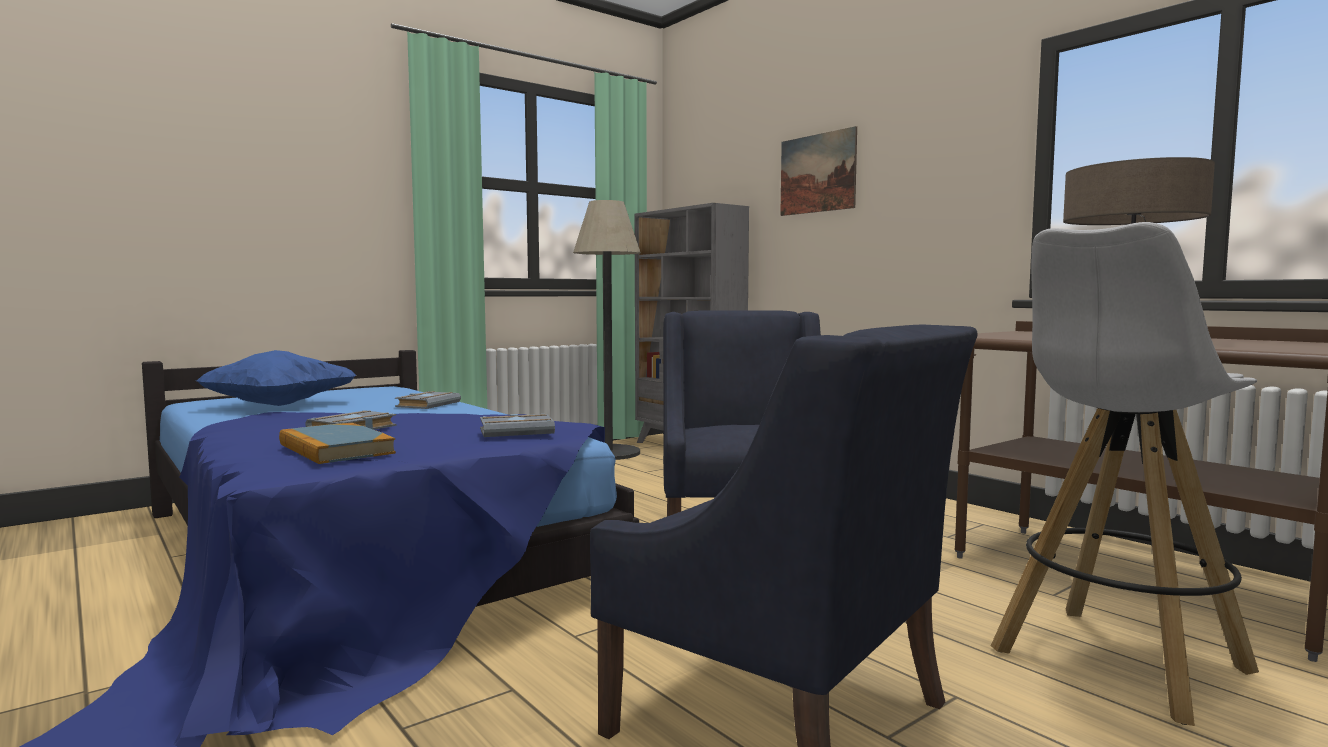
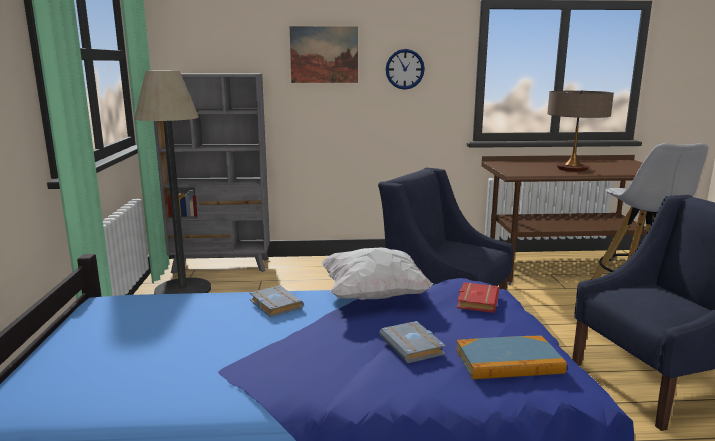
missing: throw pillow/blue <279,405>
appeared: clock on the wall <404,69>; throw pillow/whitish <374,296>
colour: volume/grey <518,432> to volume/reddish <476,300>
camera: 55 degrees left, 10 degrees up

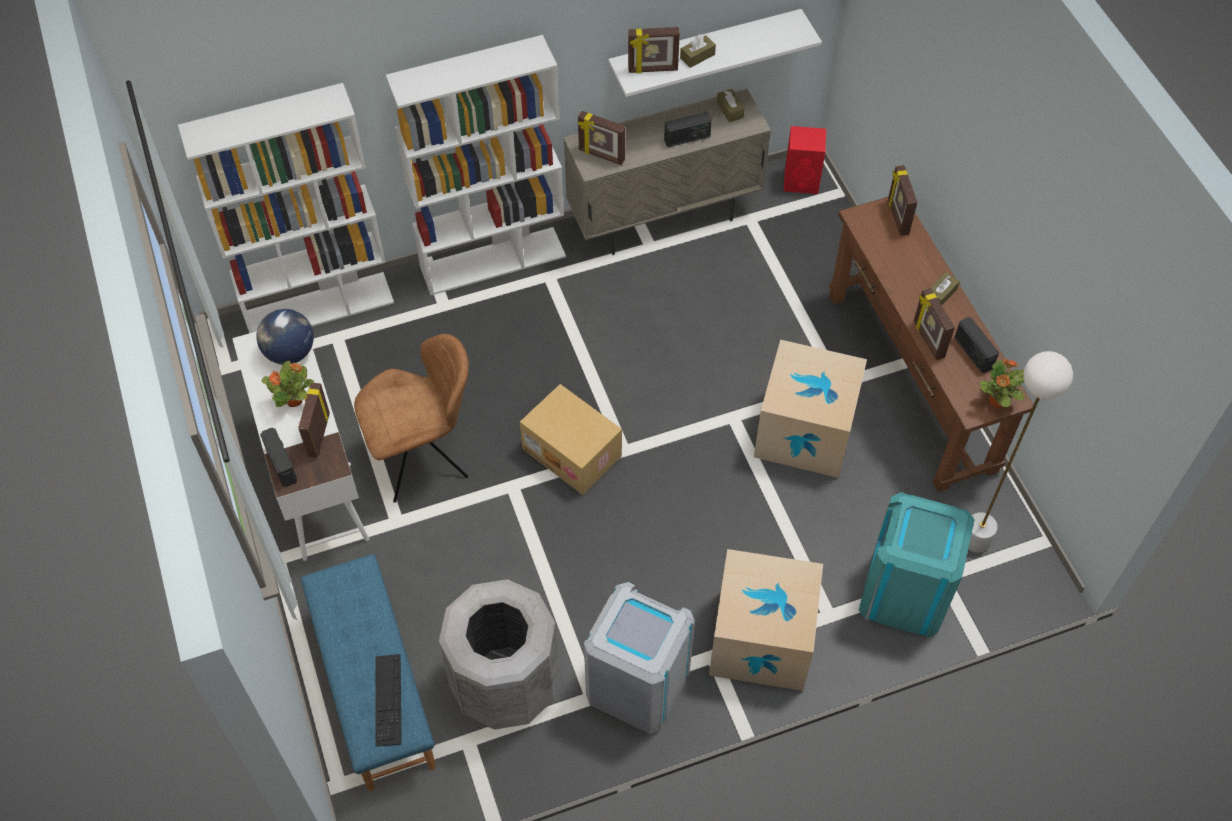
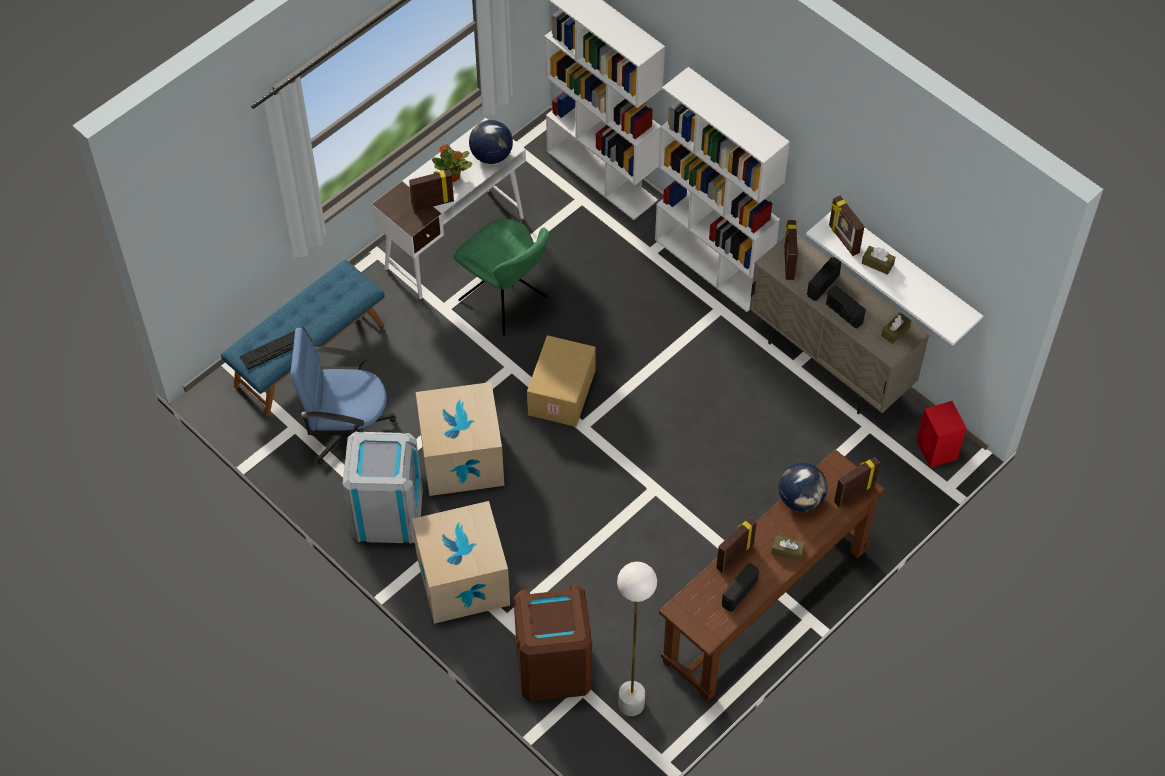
missing: plant in a pot <996,402>
appeared: world globe <800,499>
relocated: cardboard box <804,432> to <462,458>; radio receiver <282,464> to <823,285>
exchanged: trash can/grey <505,685> to desk chair/blue <347,431>
colour: chair/brown-coloured <423,458> to chair/green <505,301>; trash can/turquoise-coloured <905,593> to trash can/brown-coloured <553,667>
camera: 65 degrees right, 0 degrees up

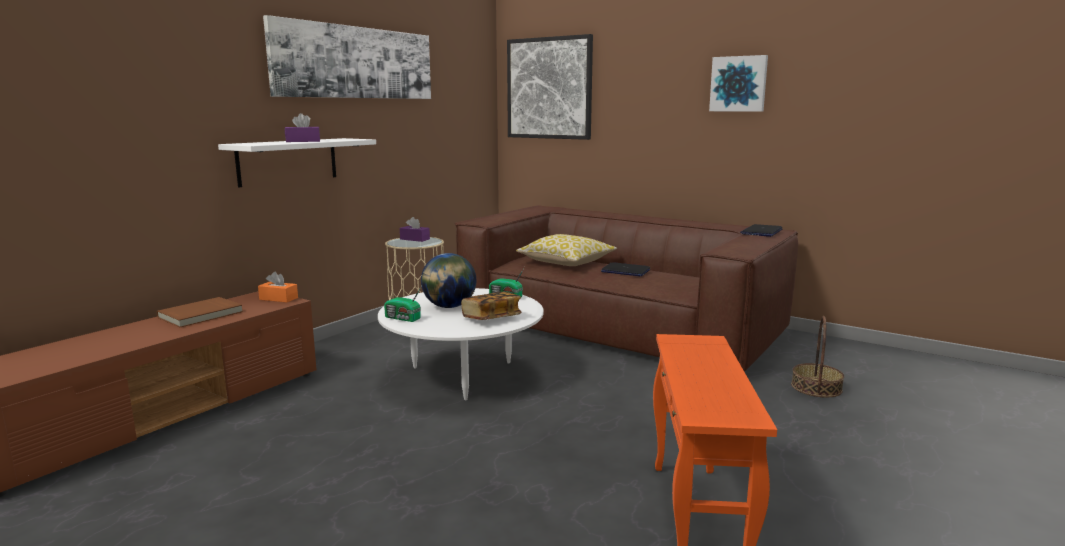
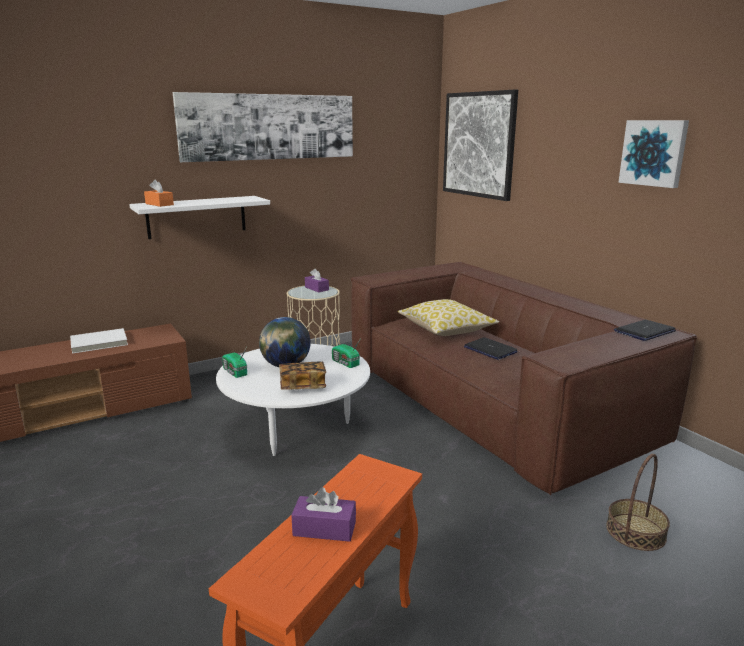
relocated: tissue box/purple <303,141> to <324,529>; tissue box/orange <278,298> to <159,204>
colour: volume/brown-coloured <201,315> to volume/whitish <99,343>
camera: 25 degrees right, 5 degrees up

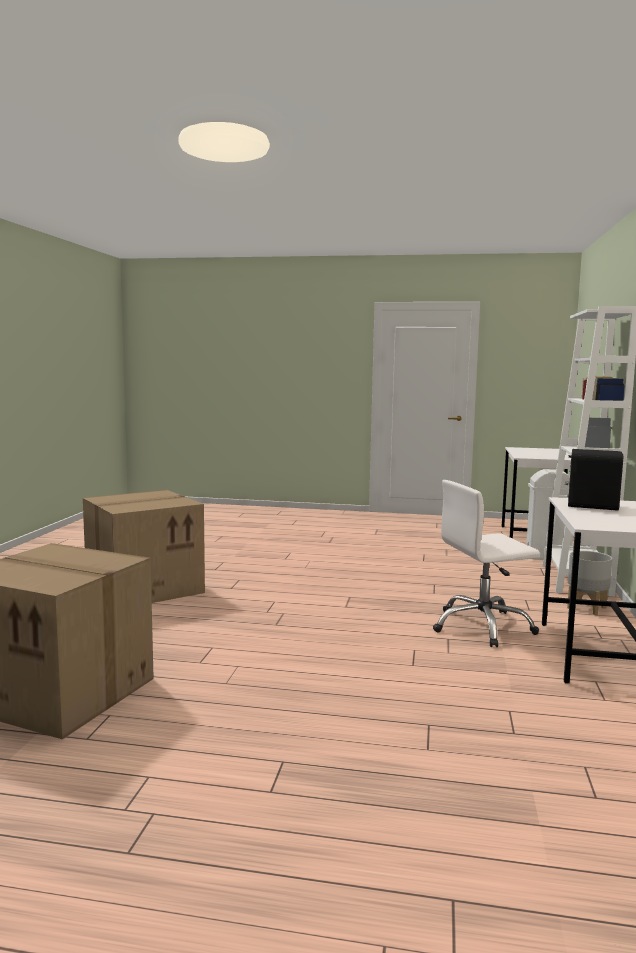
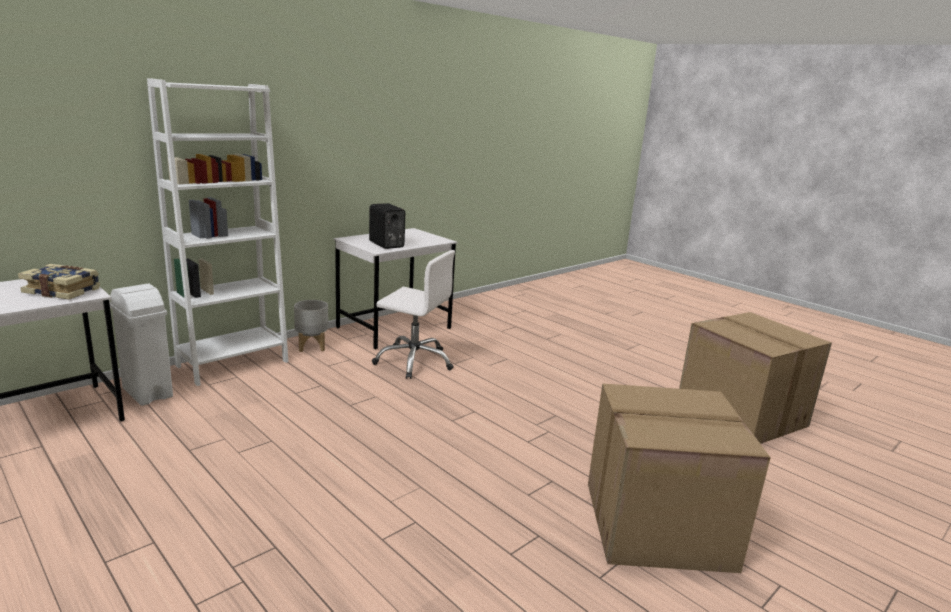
appeared: volume <63,291>
camera: 145 degrees left, 10 degrees up

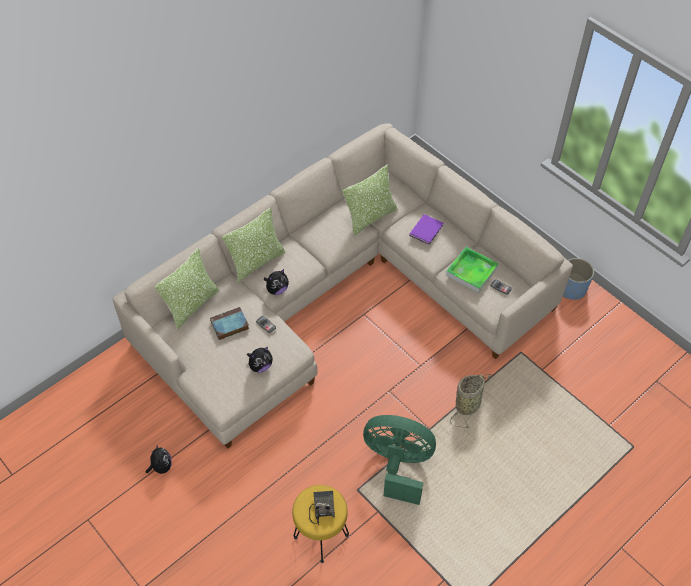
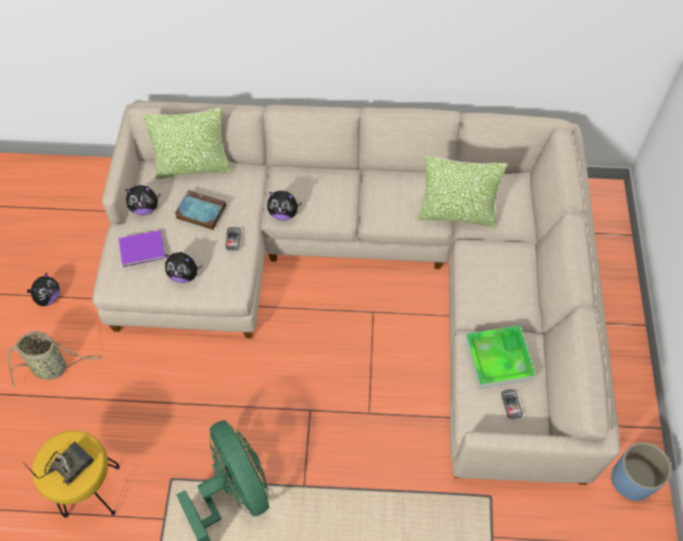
missing: throw pillow <257,262>
appeared: cuddly toy <145,208>
relocated: volume/purple <427,230> to <143,250>; basket <468,404> to <53,368>
camera: 45 degrees right, 5 degrees up

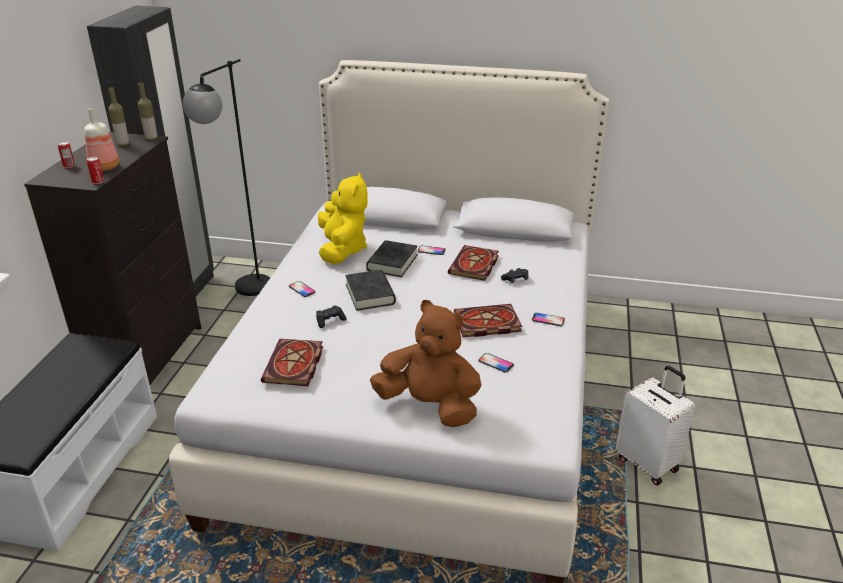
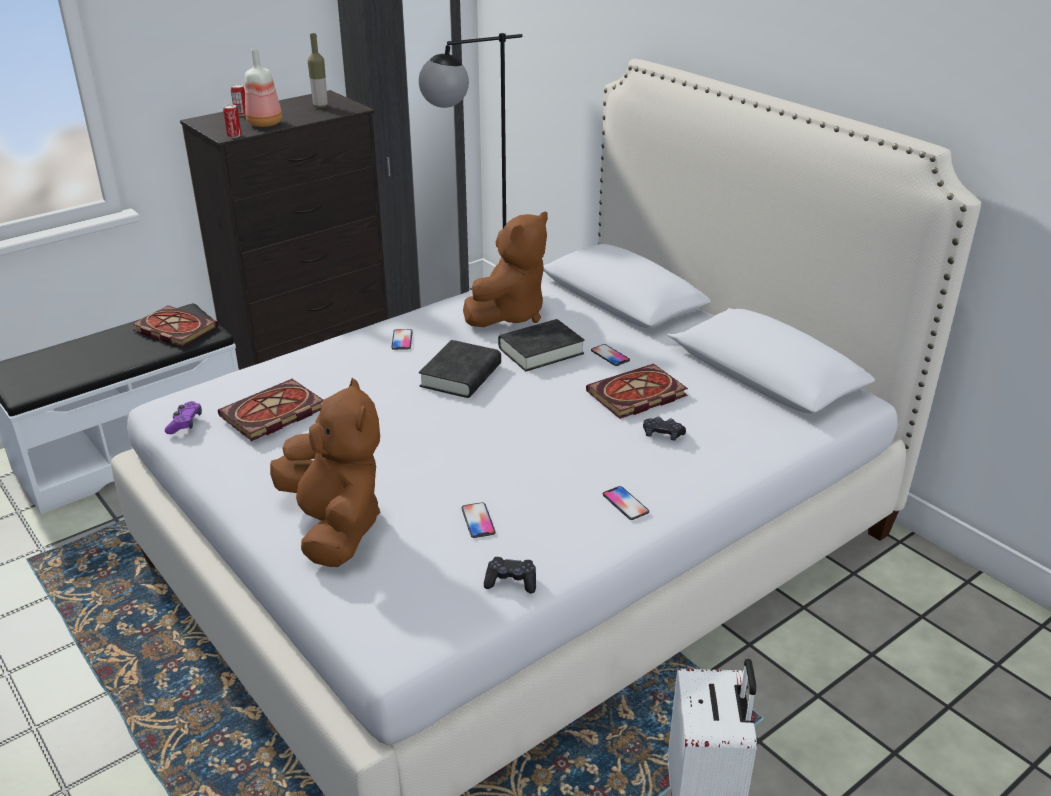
missing: bottle <151,139>
appeared: game controller/purple <185,423>
relocated: volume <485,324> to <173,329>; game controller/black-coloured <330,320> to <511,582>
colour: cuddly toy/yellowish <342,250> to cuddly toy/brown-coloured <509,314>
camera: 40 degrees right, 0 degrees up

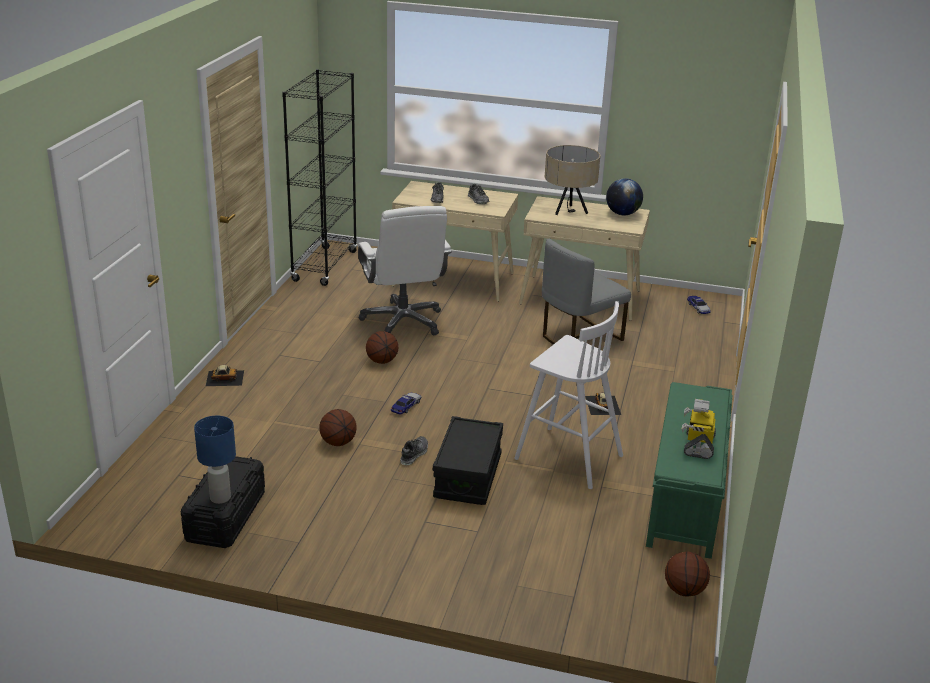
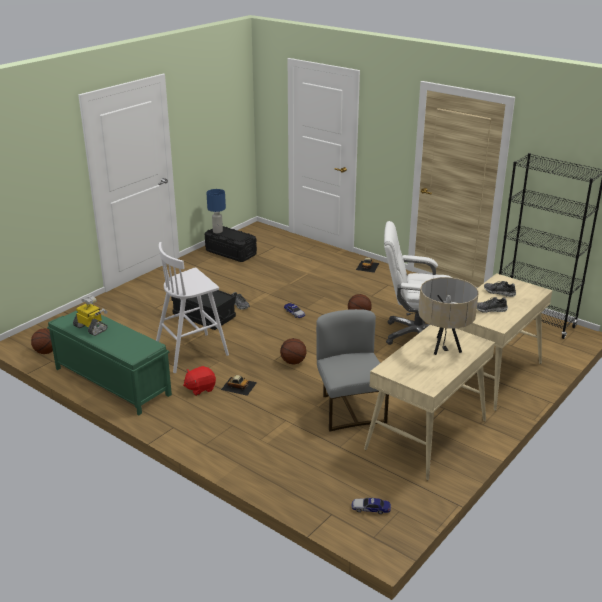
missing: world globe <622,214>
appeared: cuddly toy/reddish <200,388>
relocated: ball for basketball <338,442> to <293,362>
camera: 115 degrees right, 0 degrees up

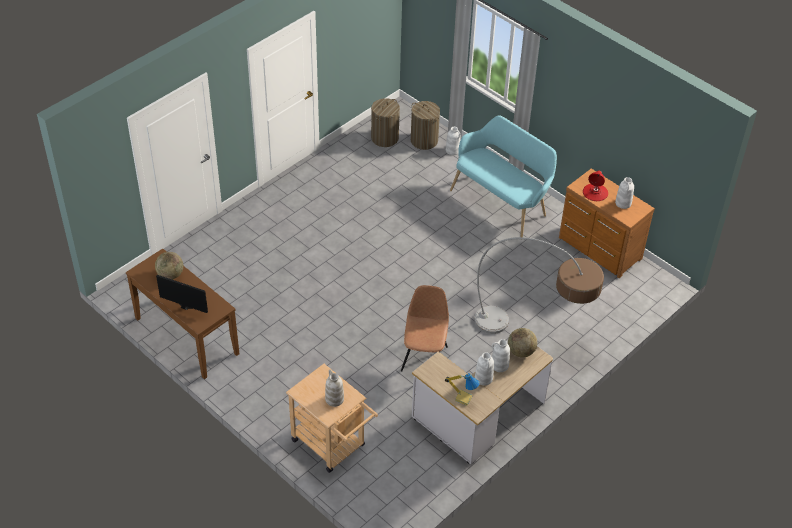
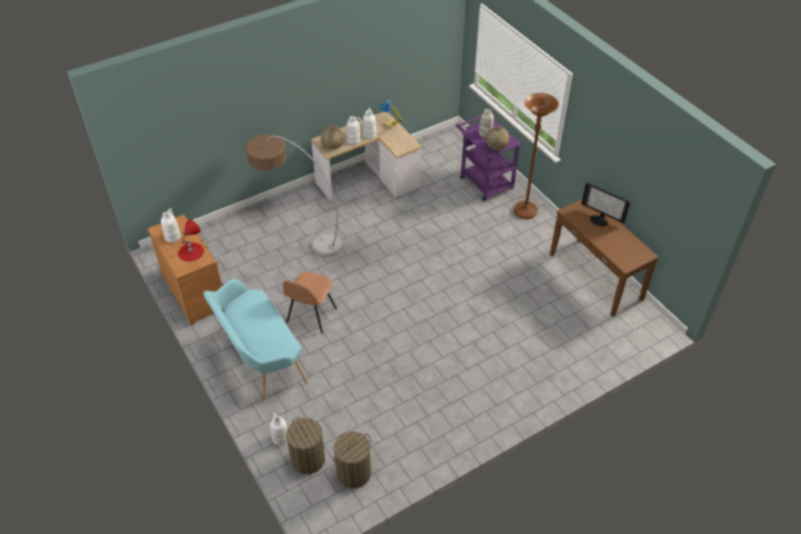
appeared: standing lamp/brown-coloured <525,211>
relocated: world globe <170,275> to <496,147>; chair/brown-coloured <424,357> to <311,316>
colour: trolley/beige-coloured <332,446> to trolley/purple <483,180>
camera: 165 degrees left, 0 degrees up

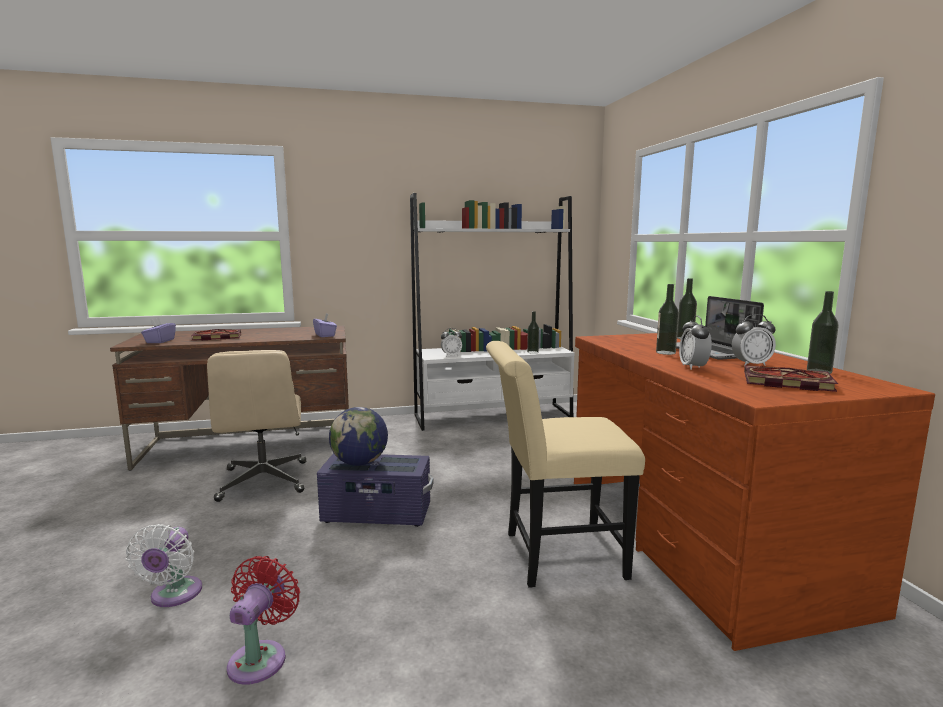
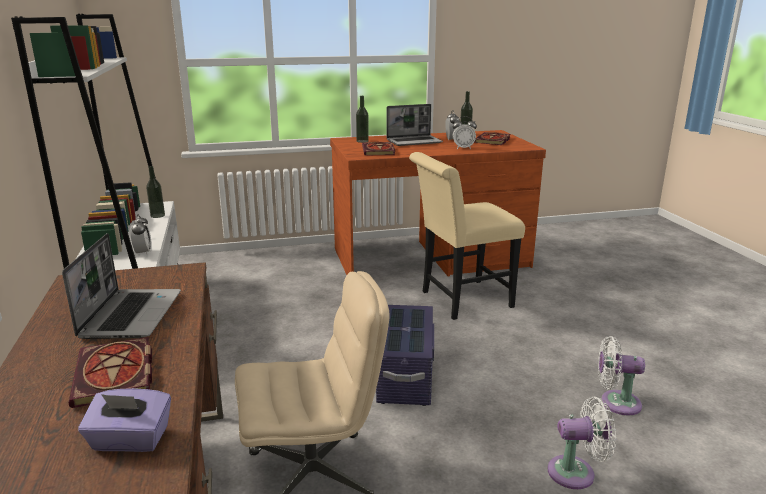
missing: bottle <665,352>; tissue box/purple <325,335>; world globe <360,463>
appeared: volume <379,151>; portable computer <131,314>
colour: fan/reddish <260,657> to fan/whitish <616,402>
spun: chair/beige-coloured <554,555> = <460,300> 75 degrees clockwise
camera: 90 degrees left, 10 degrees up

